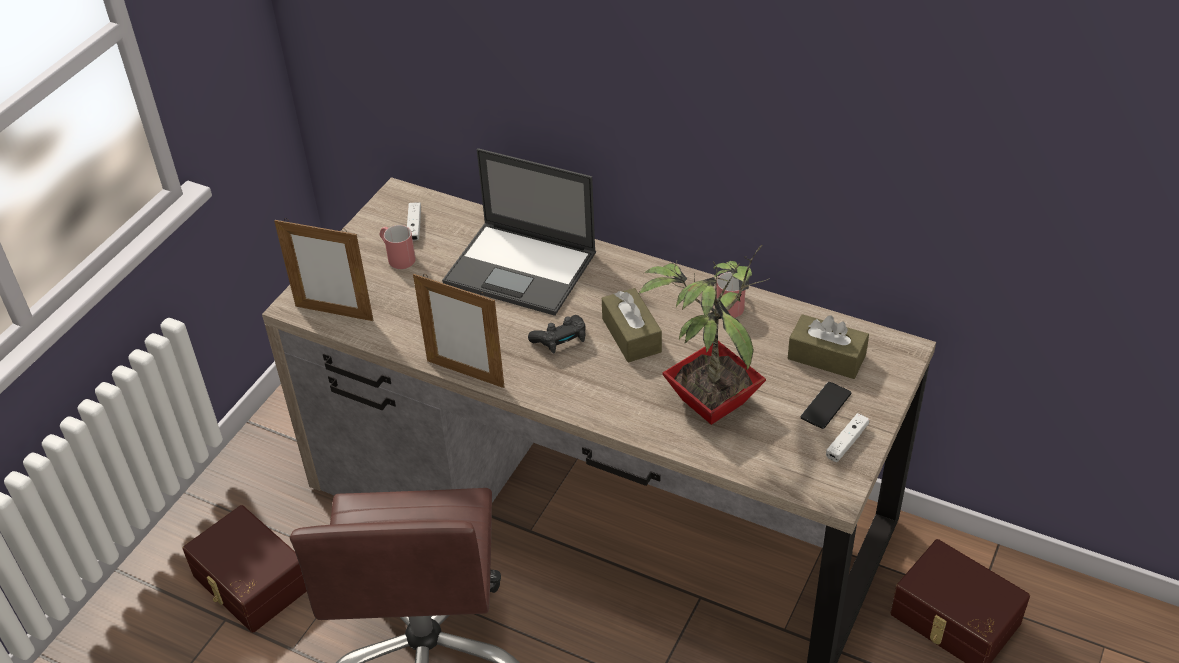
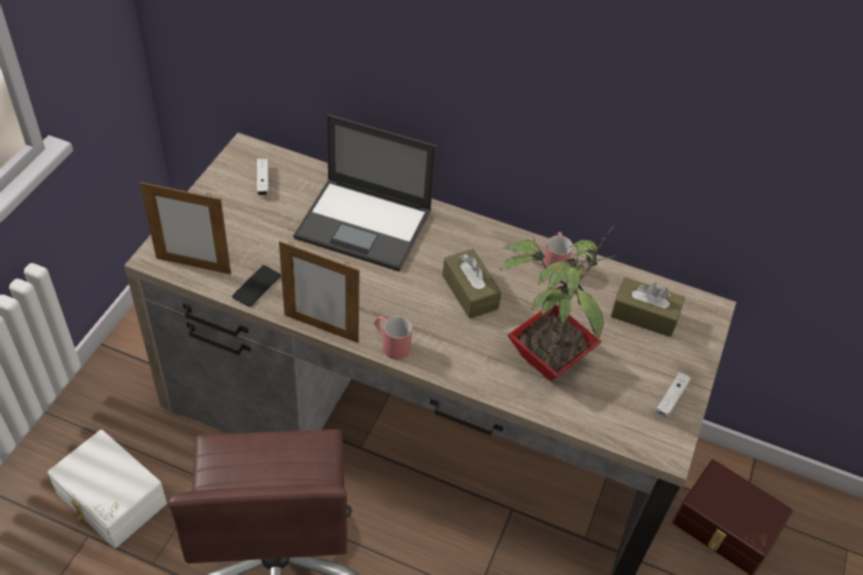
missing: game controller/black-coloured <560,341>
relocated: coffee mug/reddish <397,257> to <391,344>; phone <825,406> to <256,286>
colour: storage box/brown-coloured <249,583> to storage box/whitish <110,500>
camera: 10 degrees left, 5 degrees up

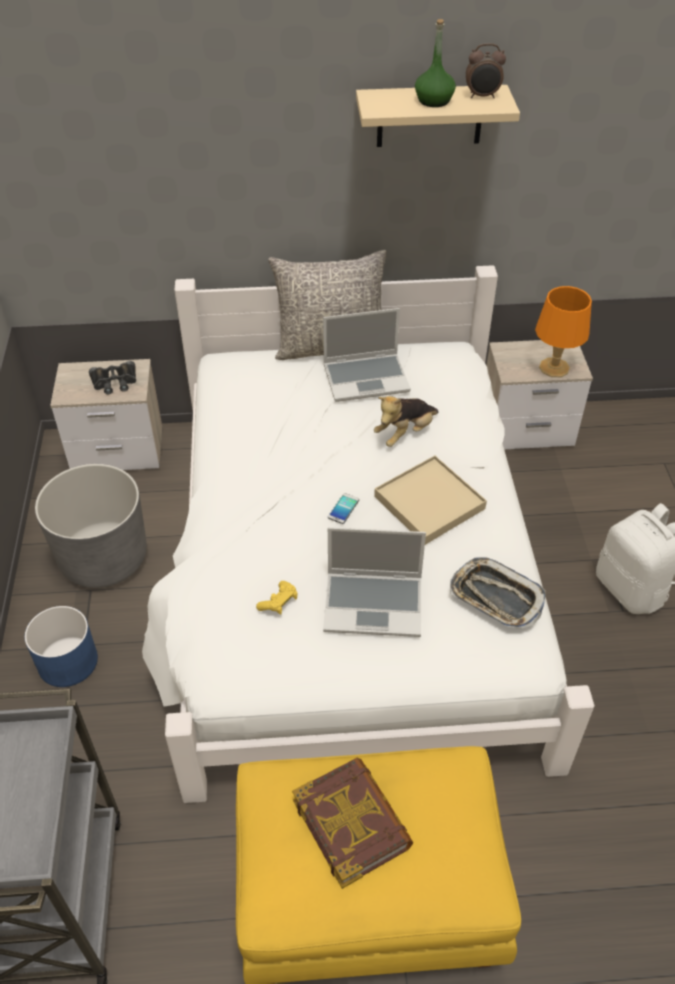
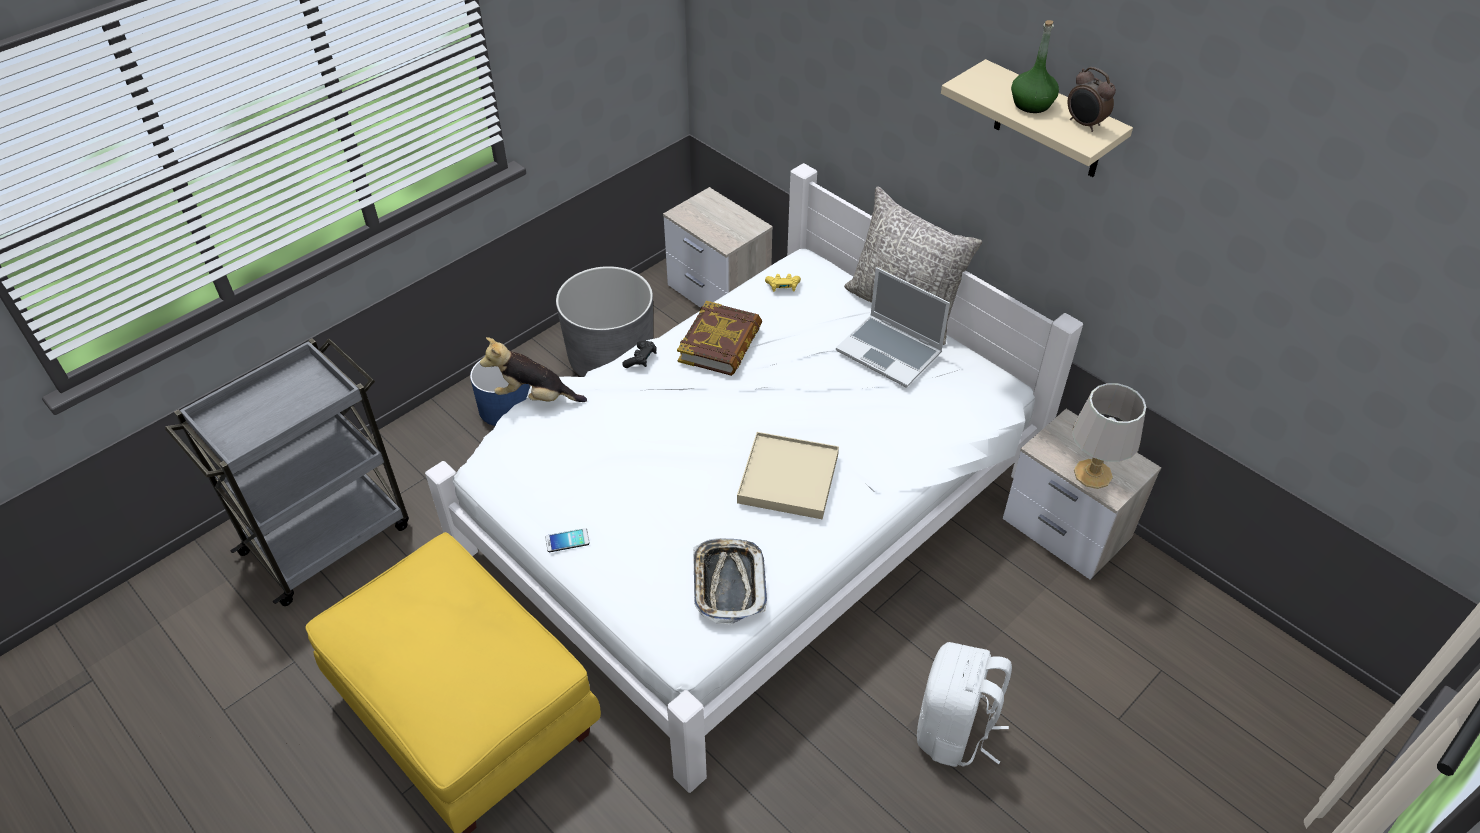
missing: field glasses/black-coloured <114,382>; portable computer <374,604>
appeared: game controller/black-coloured <641,359>
relocated: cuddly toy <405,433> to <535,397>; phone <343,509> to <567,540>; game controller/yellowish <279,602> to <783,287>; volume <352,823> to <720,344>
colour: table lamp/orange <554,368> to table lamp/grey <1092,474>
camera: 50 degrees right, 0 degrees up

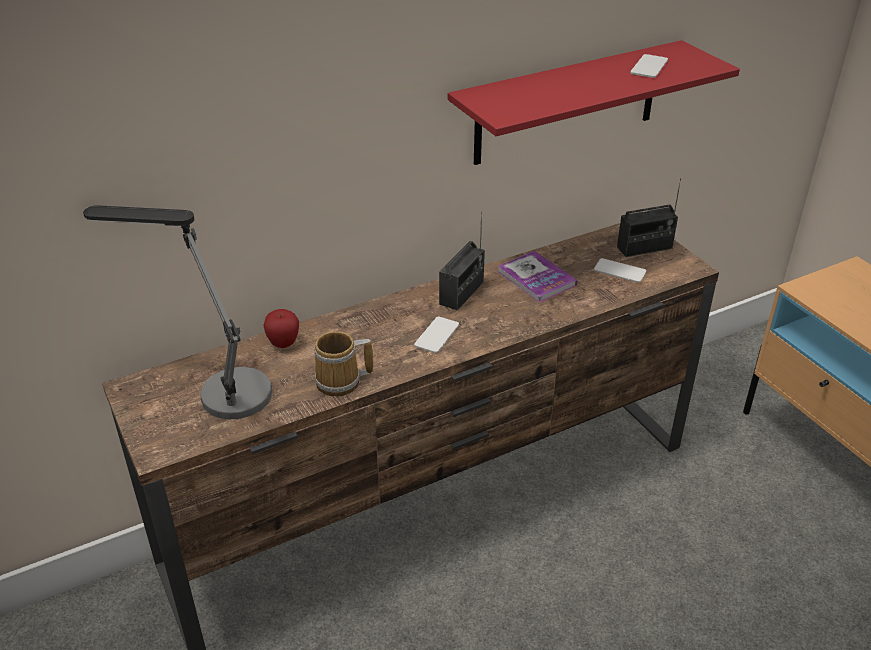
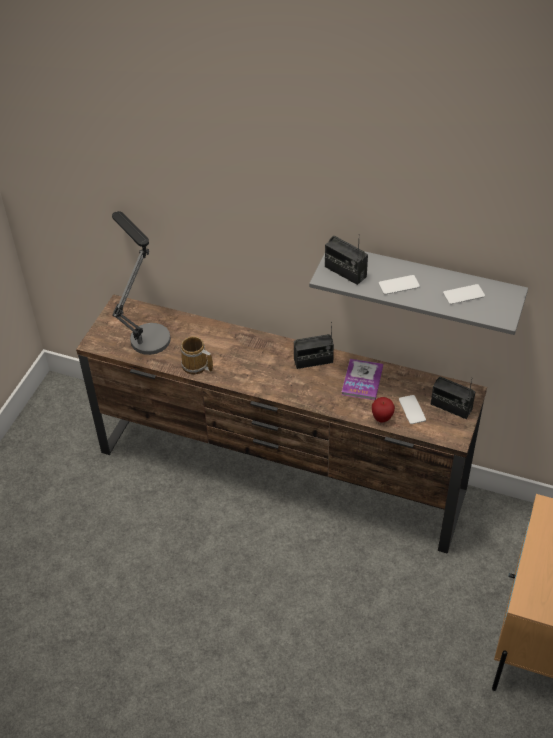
appeared: radio receiver <345,272>
relocated: apple <283,343> to <382,418>; phone <437,335> to <399,285>
colour: shelf/reddish <567,103> to shelf/grey <423,286>
camera: 50 degrees right, 10 degrees up

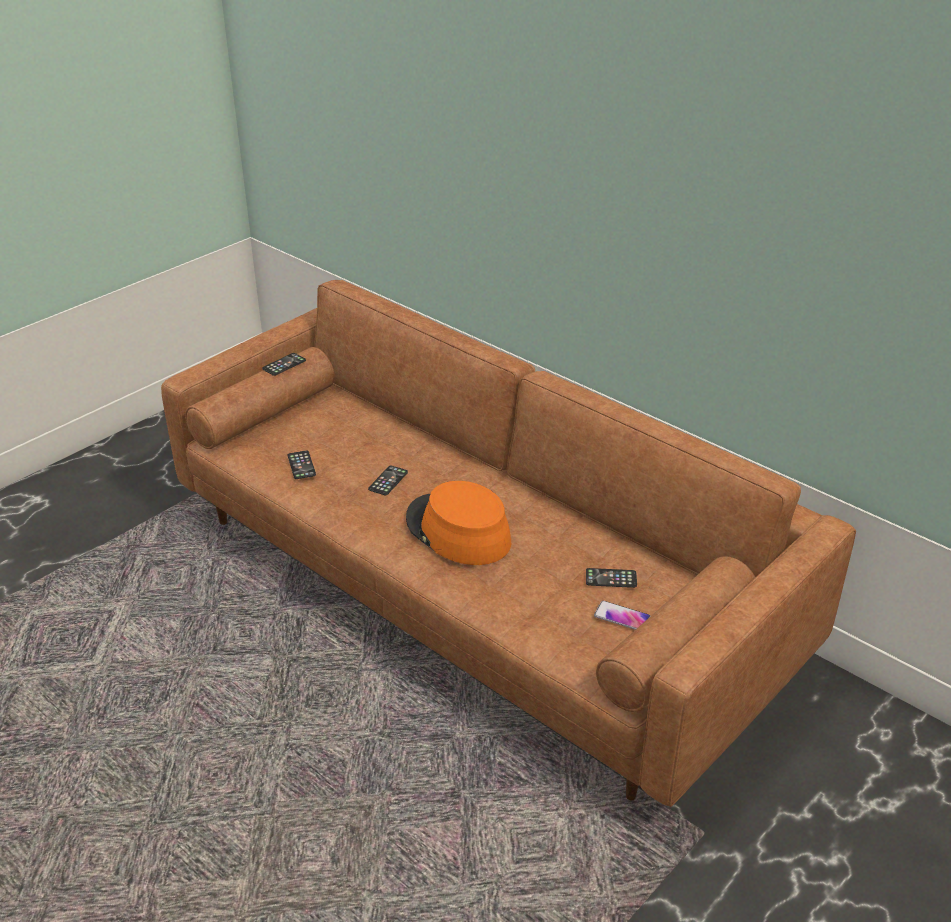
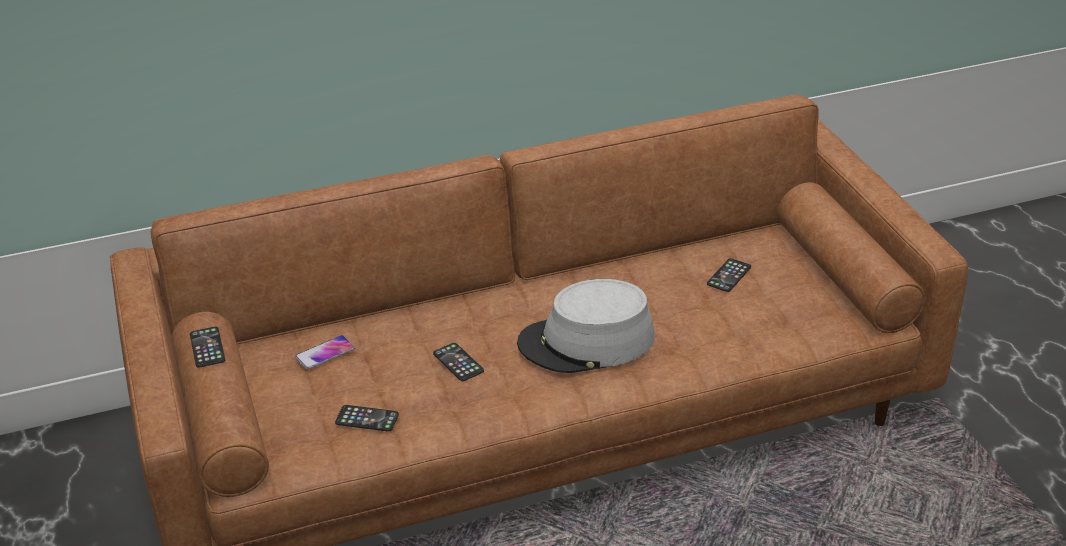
relocated: phone <622,617> to <325,353>
colour: hat/orange <457,531> to hat/grey <586,342>
camera: 60 degrees left, 0 degrees up

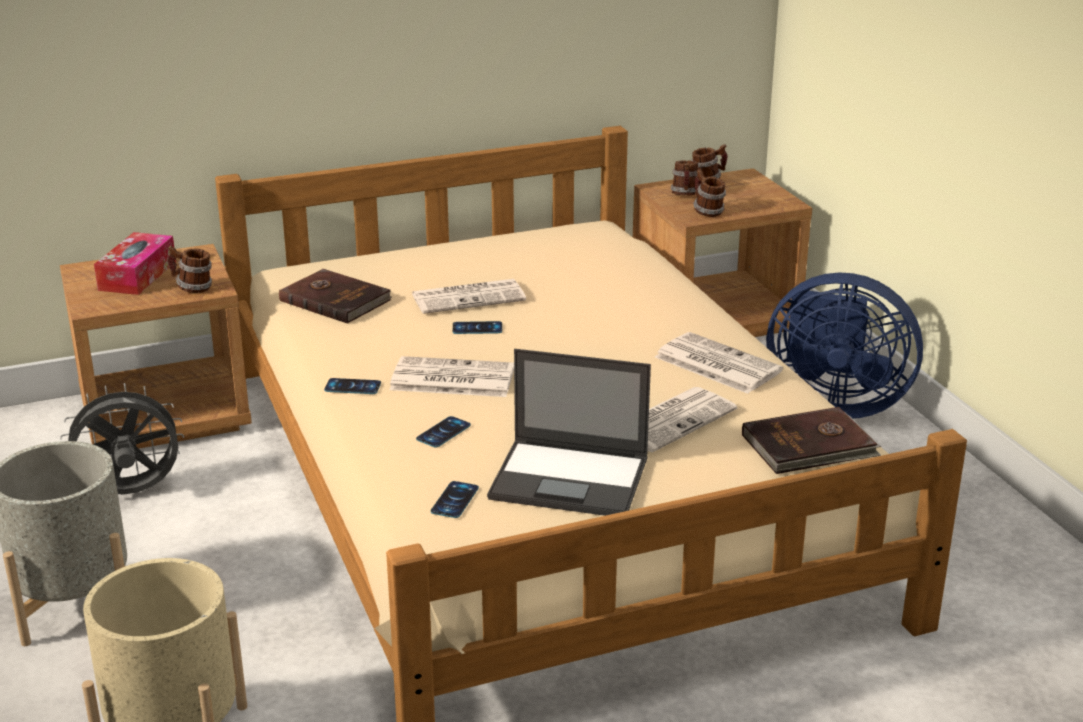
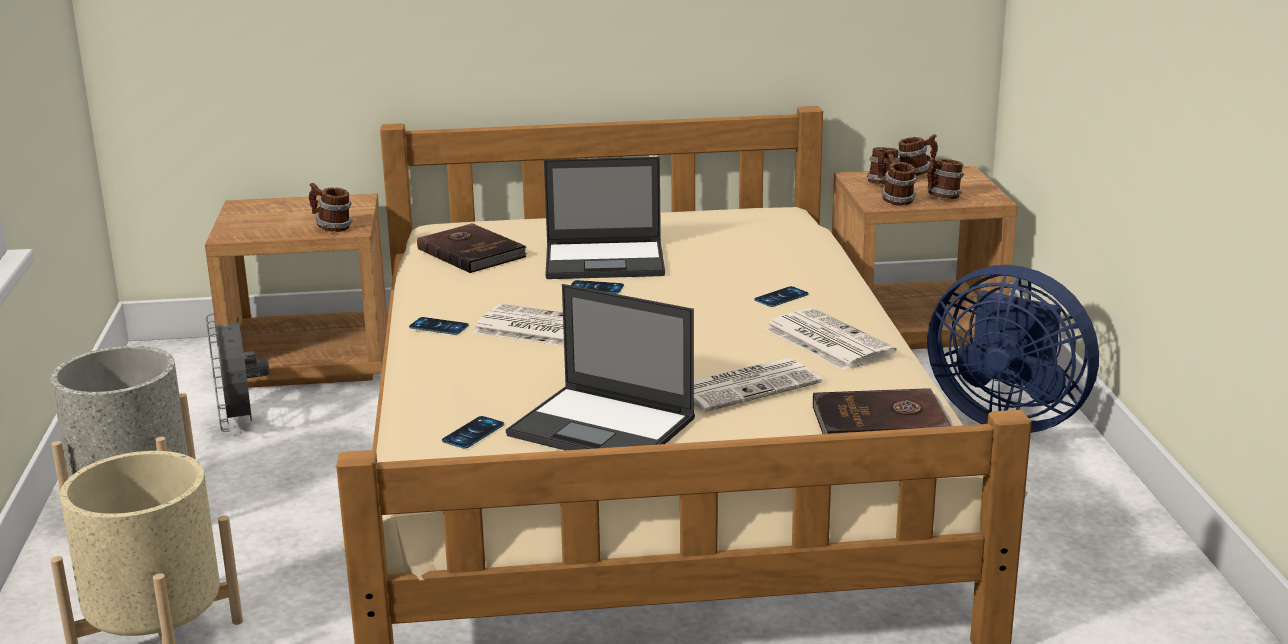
missing: tissue box <137,275>
appeared: coffee mug <942,197>
relocated: phone <443,432> to <781,297>
exchanged: daily paper <469,297> to portable computer <606,261>
spun: fan/grey <130,494> = <240,424> 105 degrees counterclockwise
camera: 15 degrees right, 5 degrees down

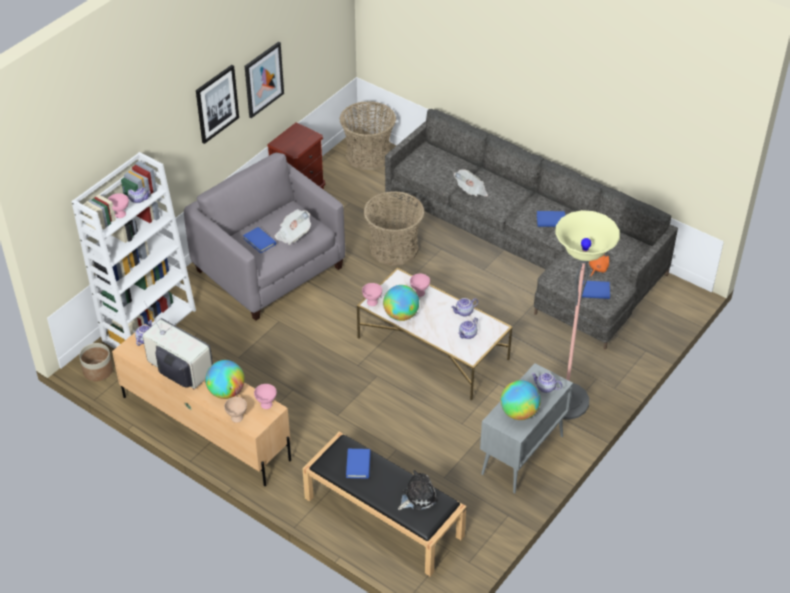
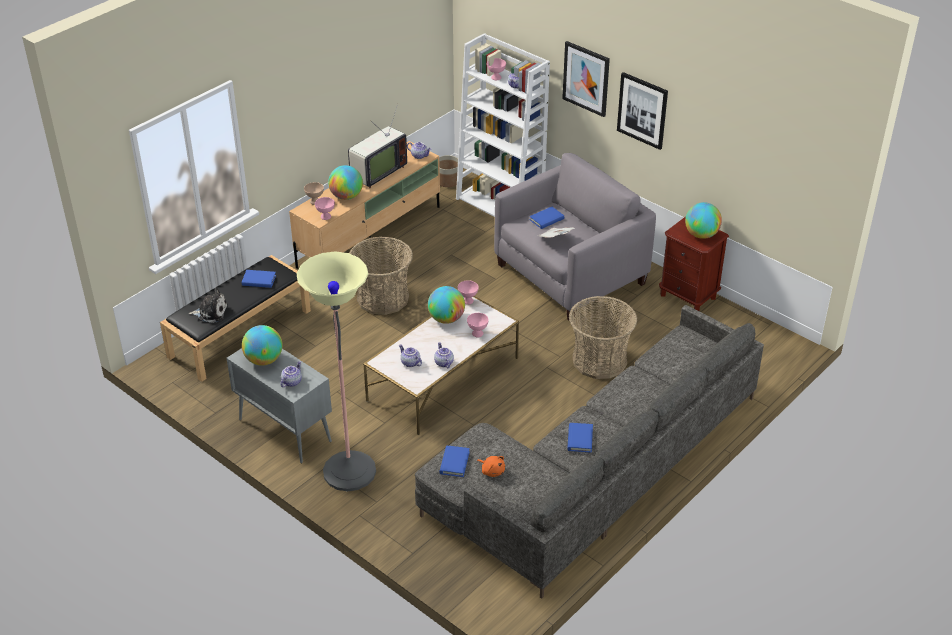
missing: daily paper <471,191>
appeared: world globe <701,235>
relocated: picture <263,79> to <586,78>; basket <368,155> to <383,298>
spun: cuddly toy <417,497> = <211,312> 60 degrees counterclockwise
camera: 95 degrees right, 5 degrees down

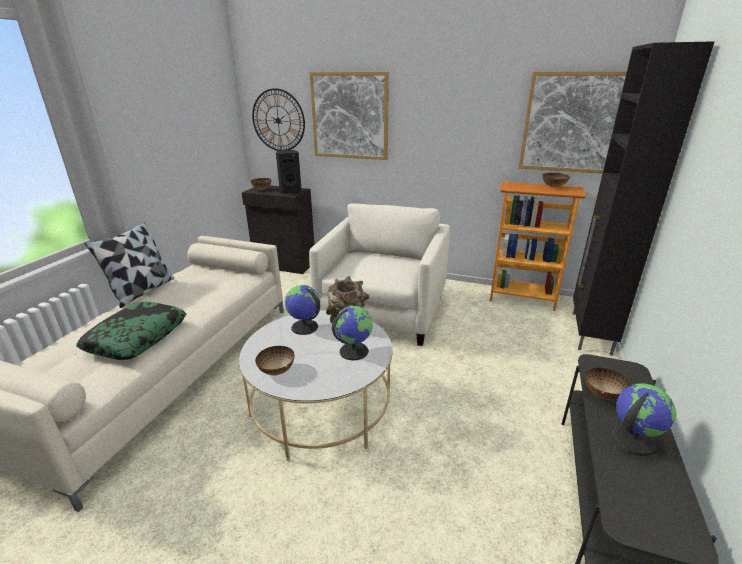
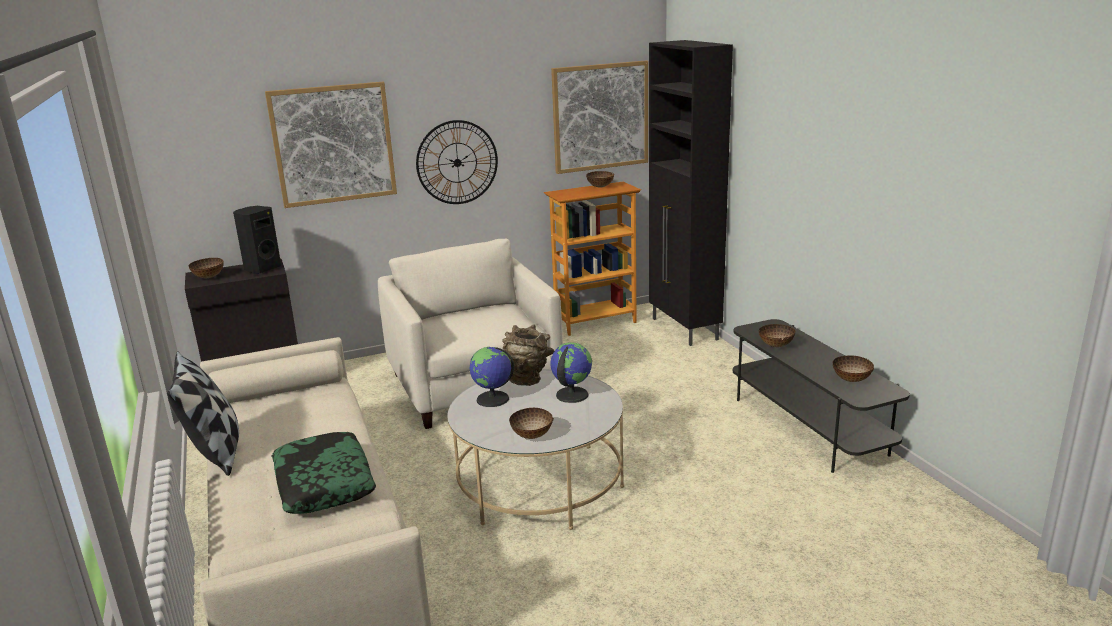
missing: world globe <632,439>
appeared: serving bowl <851,380>
relocated: clock on the wall <278,120> to <457,162>
camera: 40 degrees left, 5 degrees down

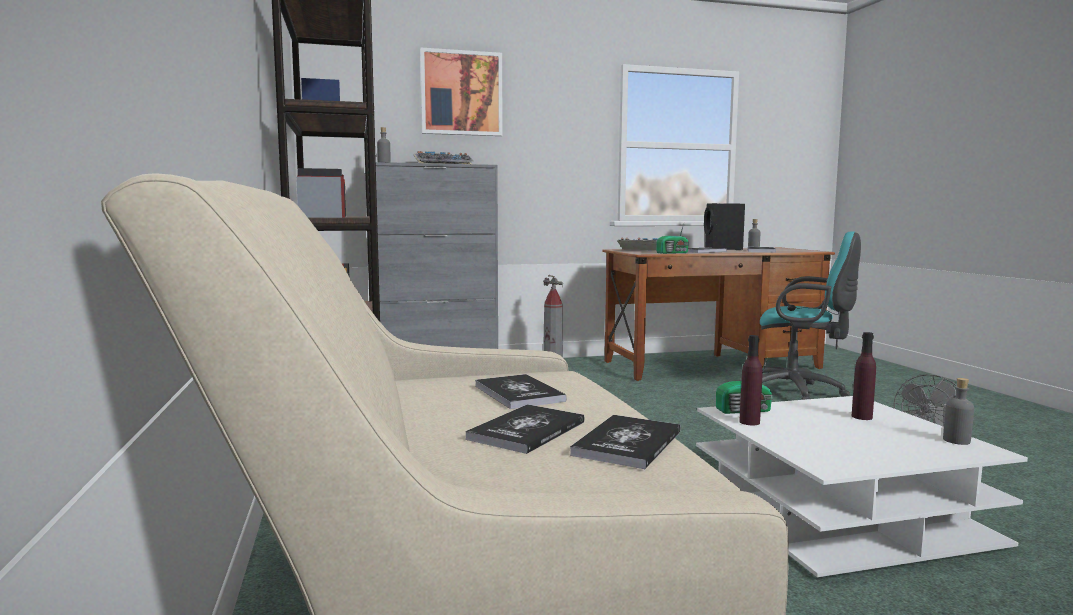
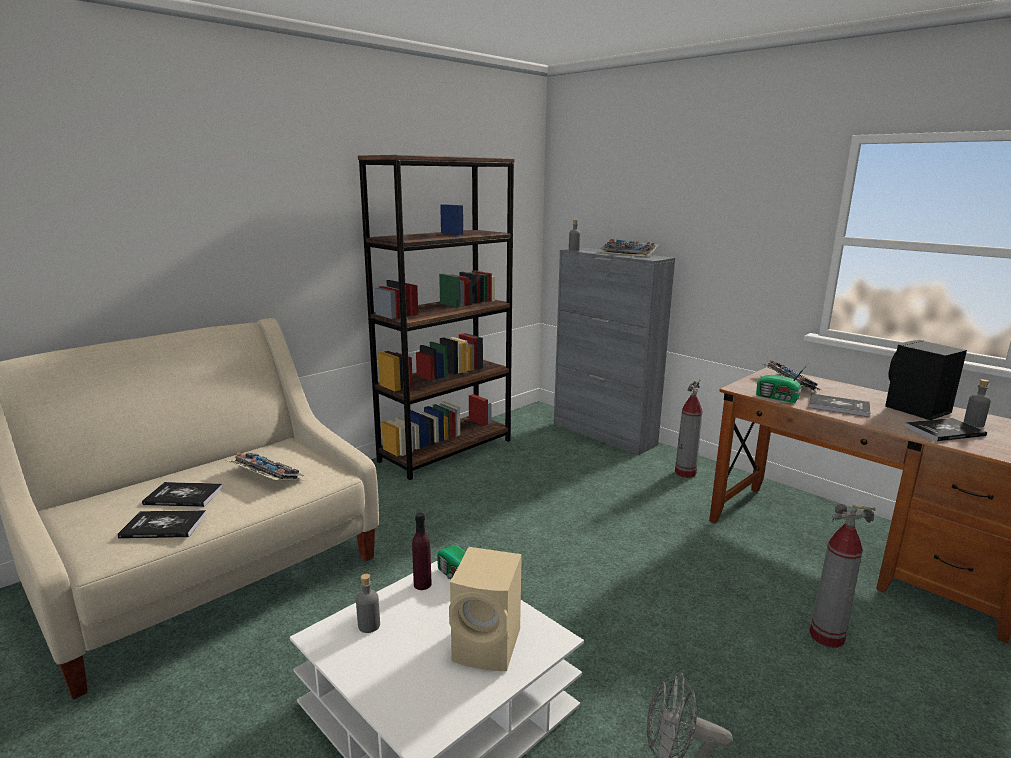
missing: picture <461,93>
relocated: bottle/grey <956,440> to <369,625>
exchanged: desk chair/turquoise-coloured <798,393> to extinguisher <826,636>; bottle/purple <861,417> to loudspeaker/beige-coloured <489,646>; volume <519,393> to PC keyboard <264,476>
camera: 60 degrees right, 10 degrees up

